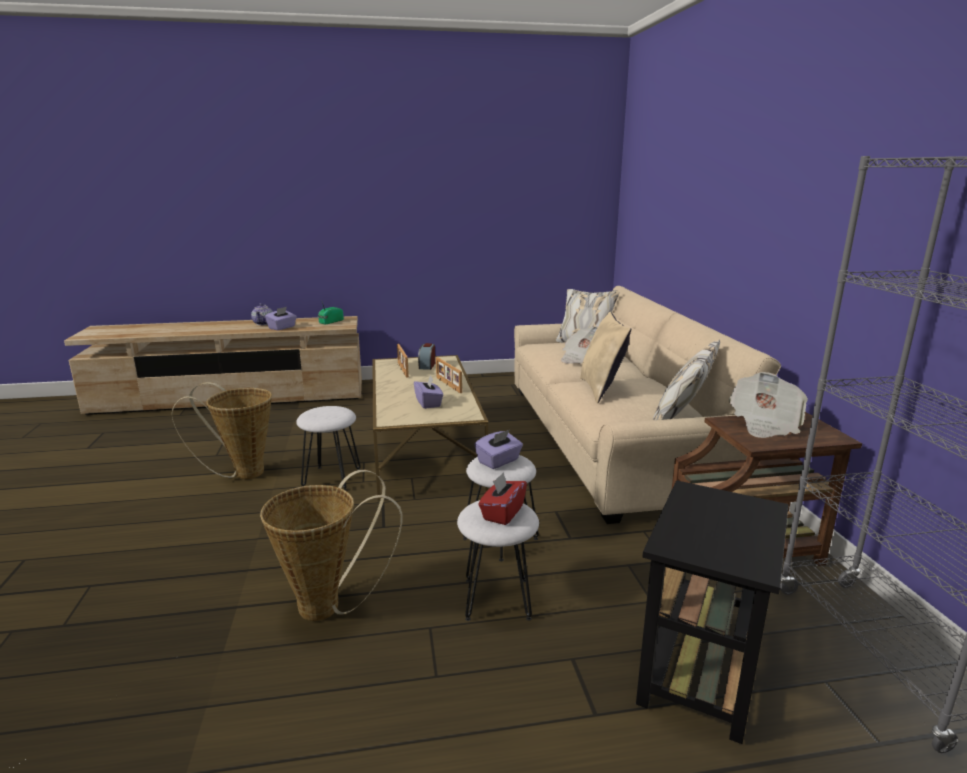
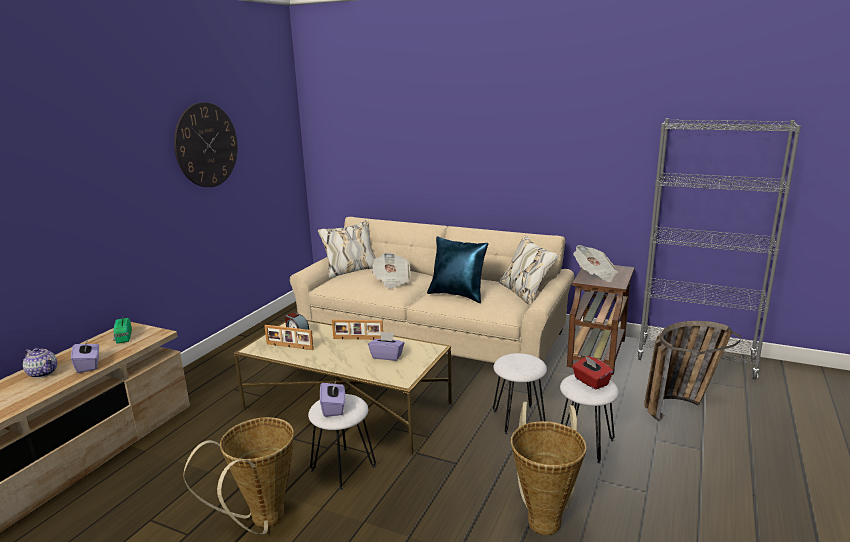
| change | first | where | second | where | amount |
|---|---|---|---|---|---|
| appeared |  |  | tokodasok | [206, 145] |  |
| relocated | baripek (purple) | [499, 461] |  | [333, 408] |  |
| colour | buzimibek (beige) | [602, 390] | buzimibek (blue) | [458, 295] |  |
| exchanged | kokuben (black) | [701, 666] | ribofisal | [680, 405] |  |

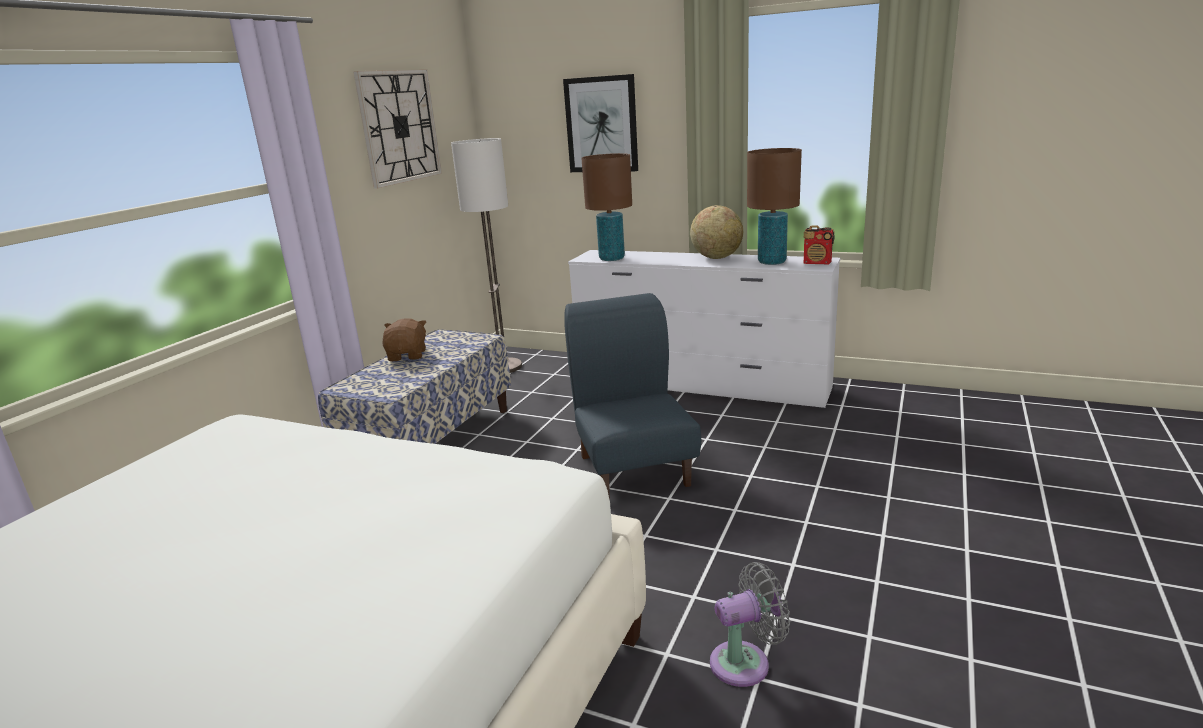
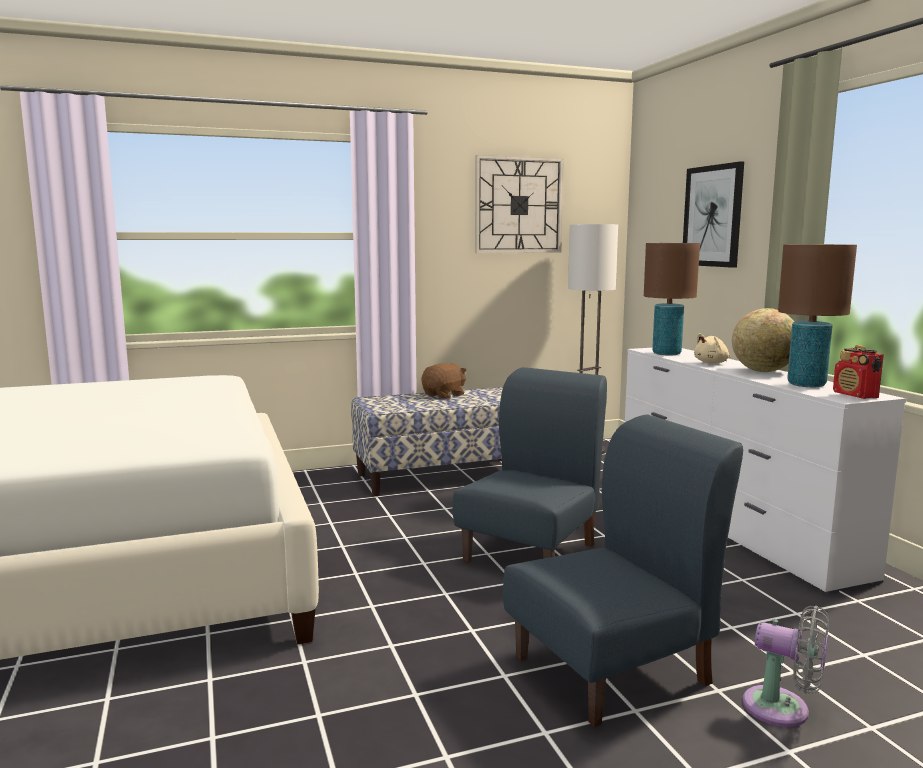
| change | first | where | second | where | amount |
|---|---|---|---|---|---|
| appeared |  |  | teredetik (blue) | [613, 670] |  |
| appeared |  |  | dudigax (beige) | [712, 363] |  |
| relocated | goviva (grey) | [745, 662] |  | [783, 709] |  |

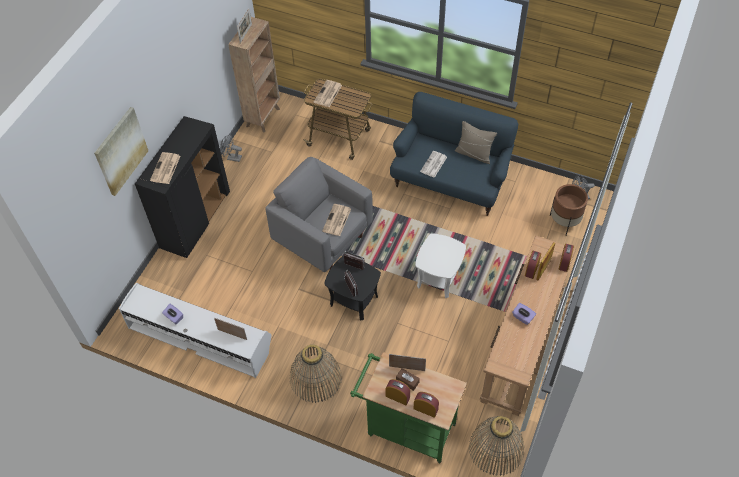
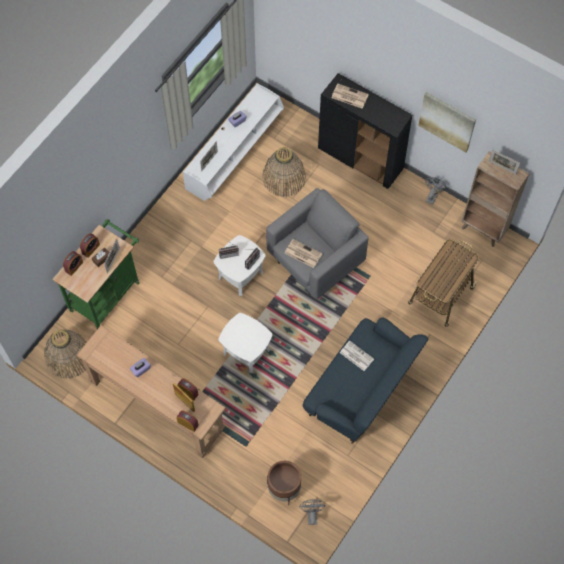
| change | first | where | second | where | amount |
|---|---|---|---|---|---|
| colour | kokuben (black) | [353, 300] | kokuben (white) | [240, 275] |  |
| relocated | ribofisal | [315, 378] |  | [284, 178] |  |
| relocated | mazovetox | [120, 151] |  | [447, 121] |  |
| missing | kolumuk | [328, 94] |  |  |  |
| missing | buzimibek (beige) | [474, 154] |  |  |  |

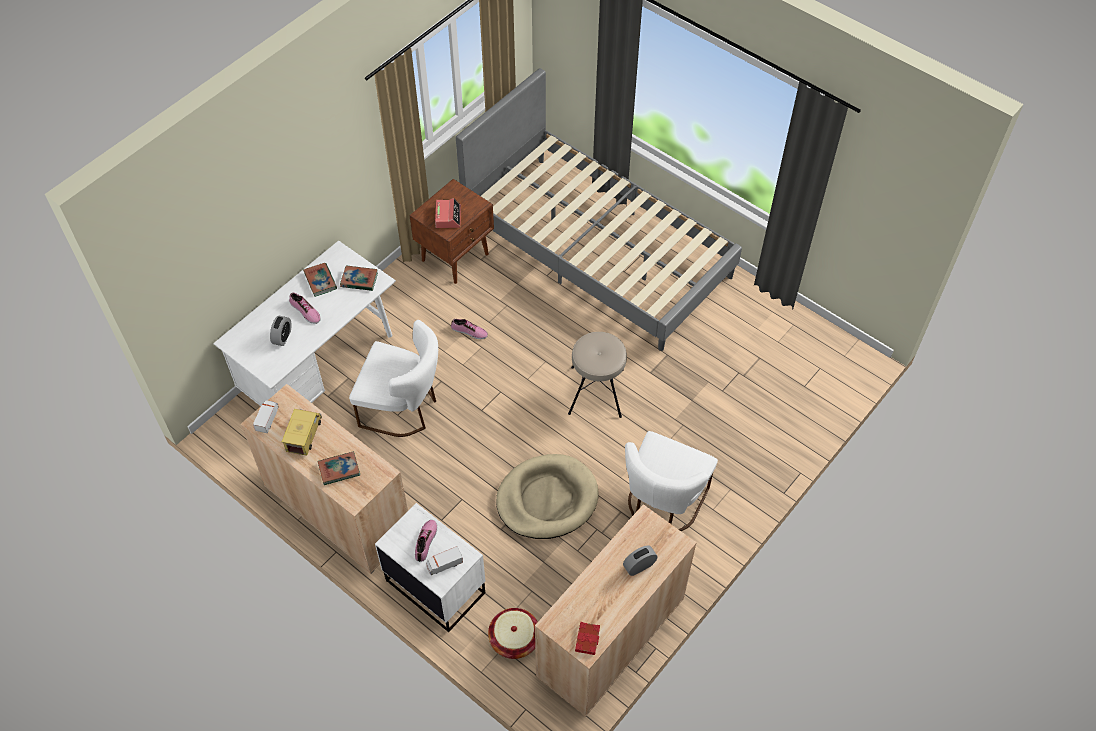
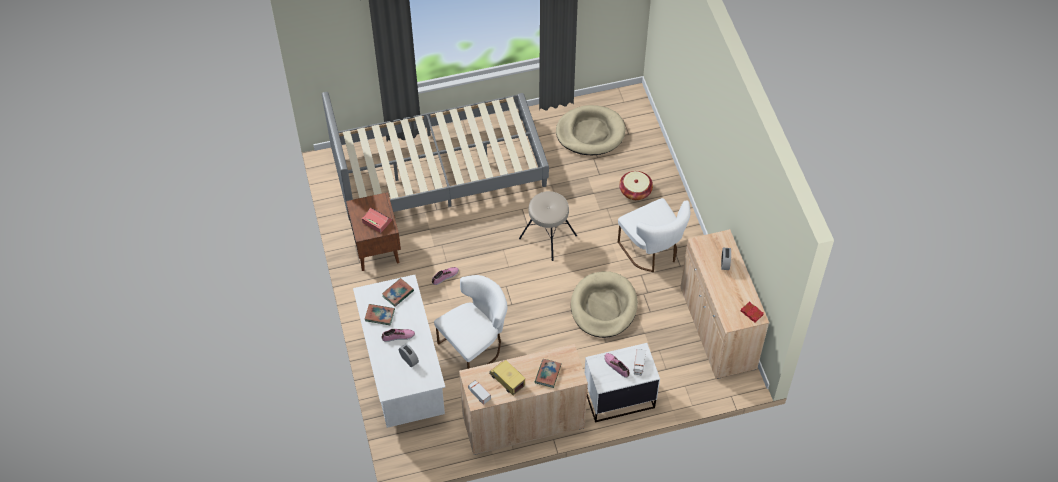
| change | first | where | second | where | amount |
|---|---|---|---|---|---|
| appeared |  |  | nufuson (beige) | [590, 133] |  |
| relocated | ribofisal | [514, 639] |  | [635, 191] |  |

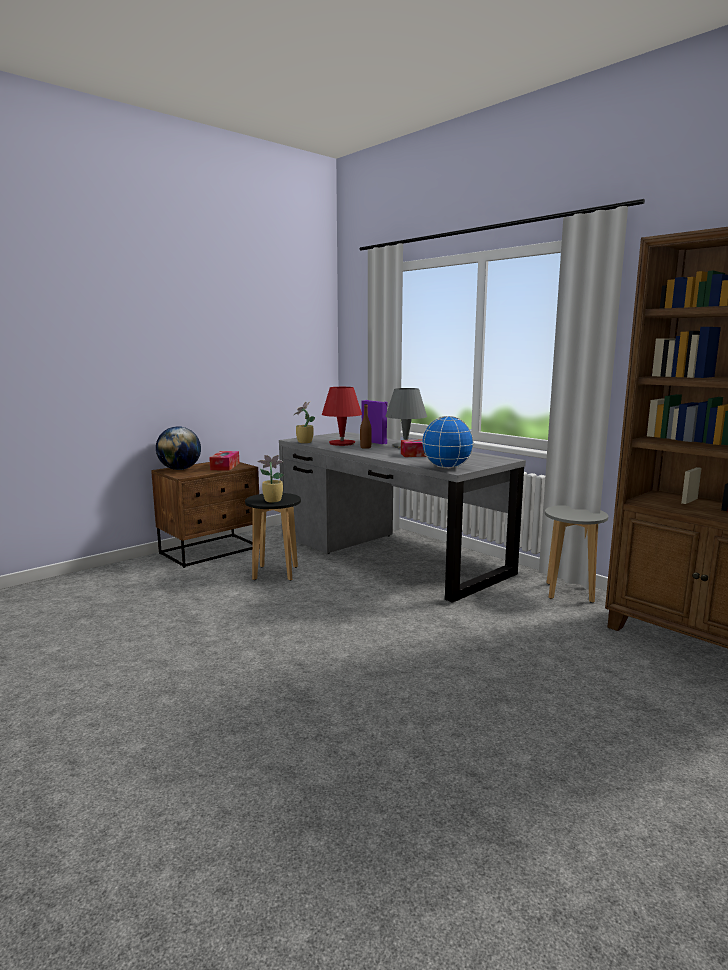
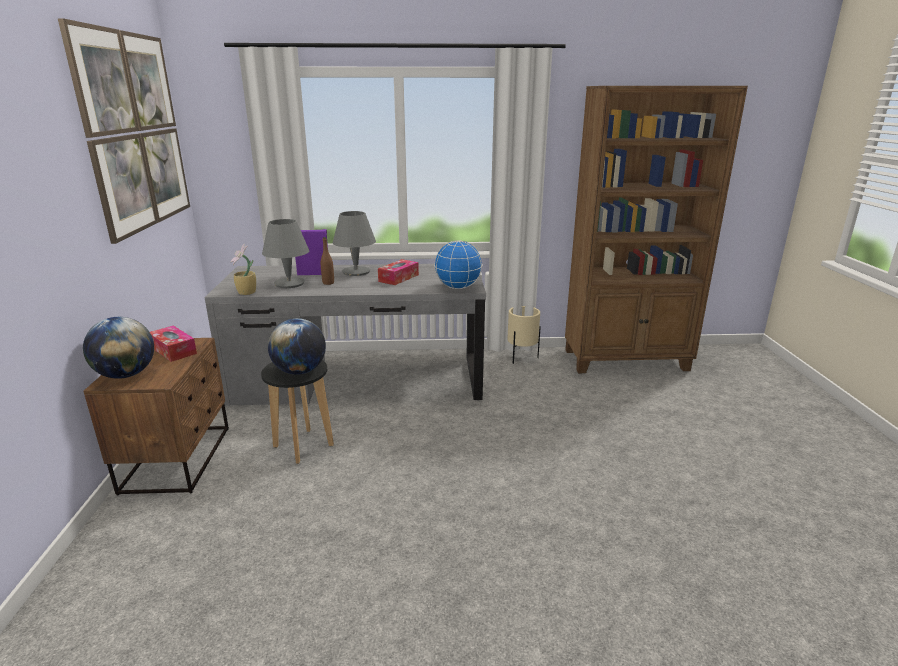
| change | first | where | second | where | amount |
|---|---|---|---|---|---|
| appeared |  |  | mazovetox | [134, 132] |  |
| colour | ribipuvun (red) | [341, 443] | ribipuvun (grey) | [289, 284] |  |
| exchanged | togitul | [272, 500] | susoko | [300, 371] |  |
| exchanged | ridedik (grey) | [569, 592] | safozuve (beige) | [521, 358] |  |

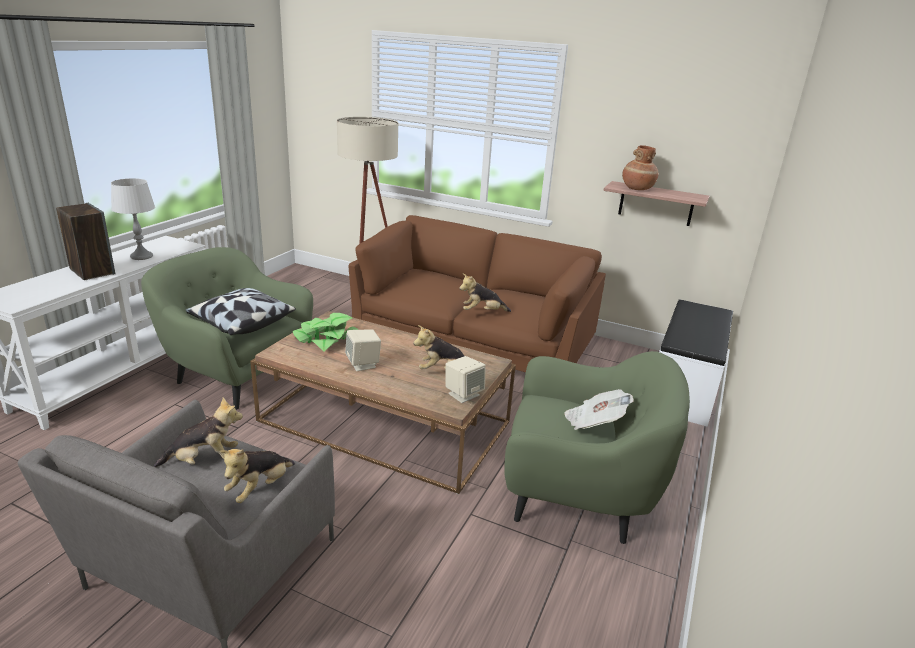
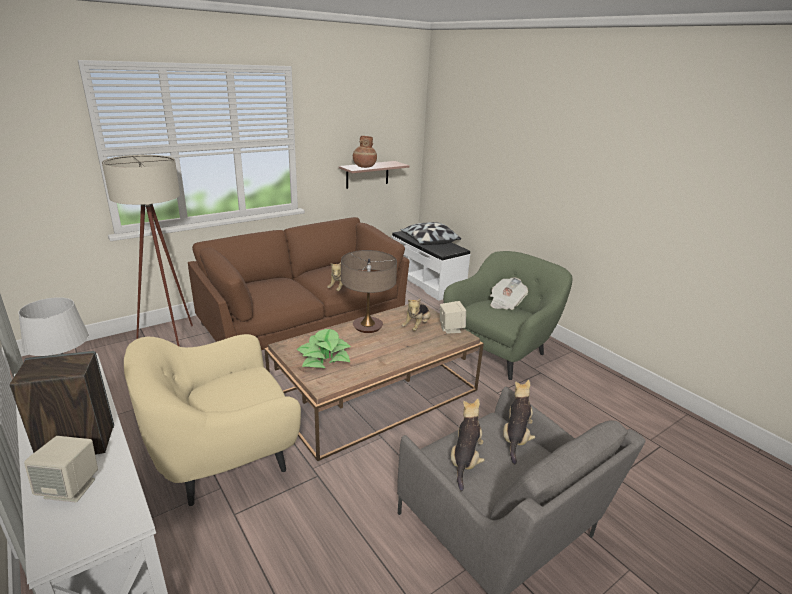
| change | first | where | second | where | amount |
|---|---|---|---|---|---|
| relocated | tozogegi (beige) | [363, 364] |  | [71, 488] |  |
| colour | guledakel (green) | [236, 376] | guledakel (beige) | [222, 458] |  |
| appeared |  |  | ribipuvun | [367, 326] |  |
| relocated | buzimibek | [241, 323] |  | [429, 242] |  |
| spun | dudigax | [259, 488] |  | [516, 438] | 135 degrees counterclockwise |

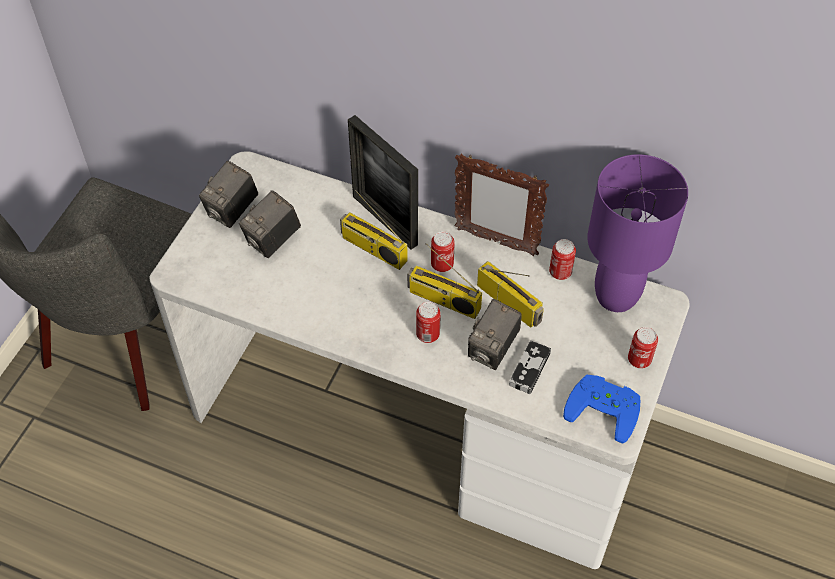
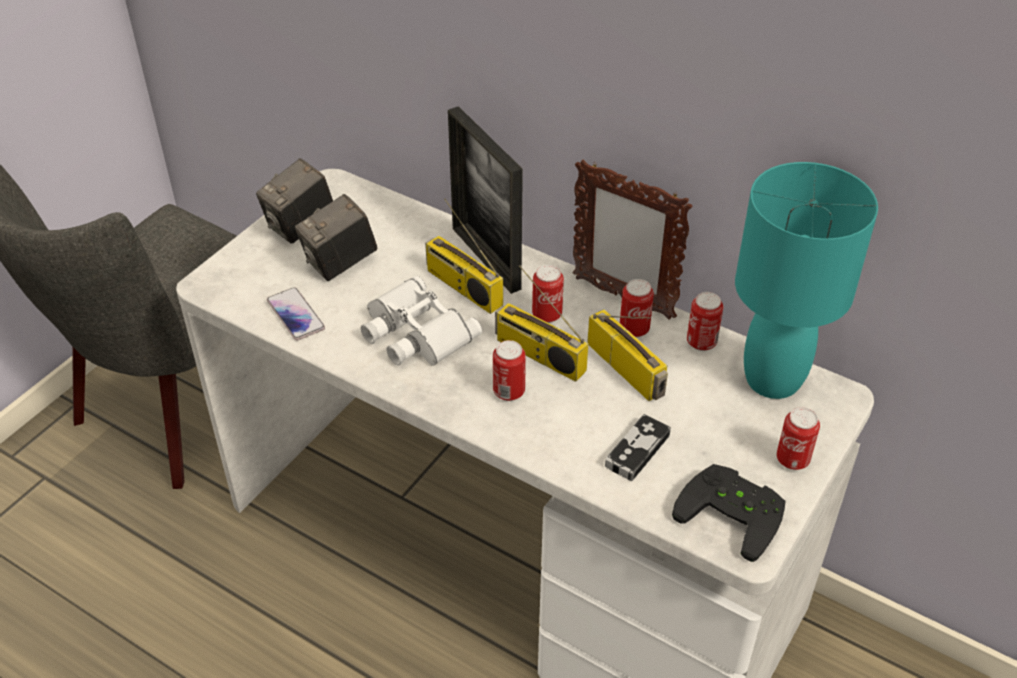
| change | first | where | second | where | amount |
|---|---|---|---|---|---|
| appeared |  |  | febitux | [296, 315] |  |
| appeared |  |  | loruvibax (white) | [414, 332] |  |
| appeared |  |  | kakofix | [634, 329] |  |
| colour | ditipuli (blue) | [605, 407] | ditipuli (black) | [734, 512] |  |
| colour | ribipuvun (purple) | [616, 296] | ribipuvun (turquoise) | [773, 379] |  |
| missing | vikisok | [493, 349] |  |  |  |

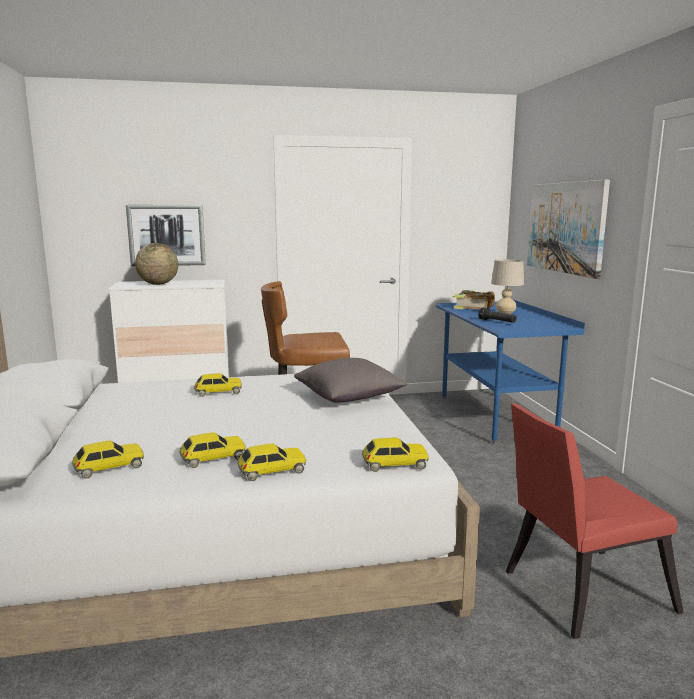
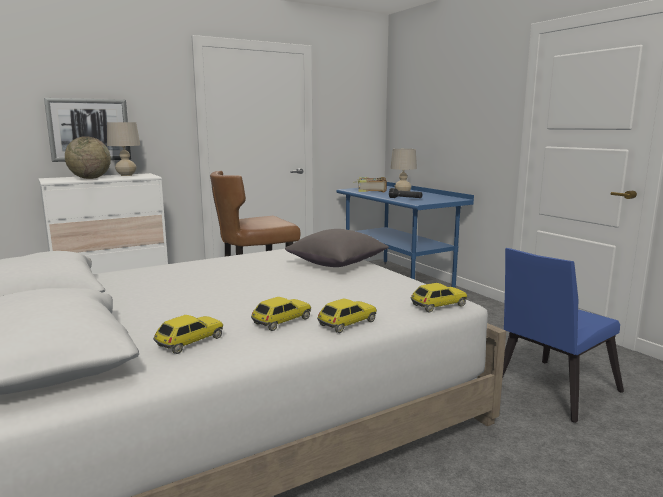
| change | first | where | second | where | amount |
|---|---|---|---|---|---|
| appeared |  |  | ribipuvun (beige) | [126, 175] |  |
| colour | teredetik (red) | [578, 591] | teredetik (blue) | [551, 391] |  |
| missing | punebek | [218, 392] |  |  |  |
| missing | mazovetox | [566, 227] |  |  |  |

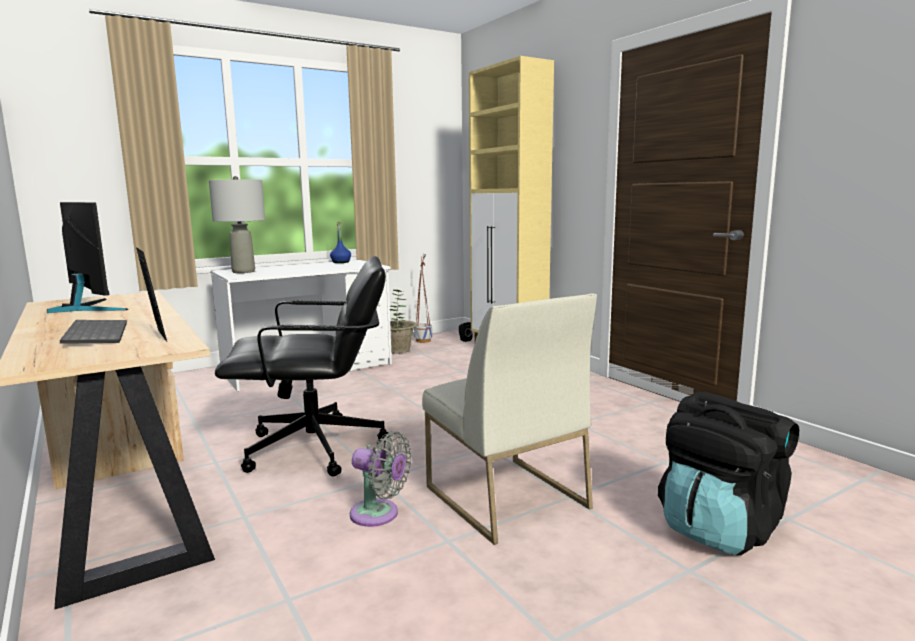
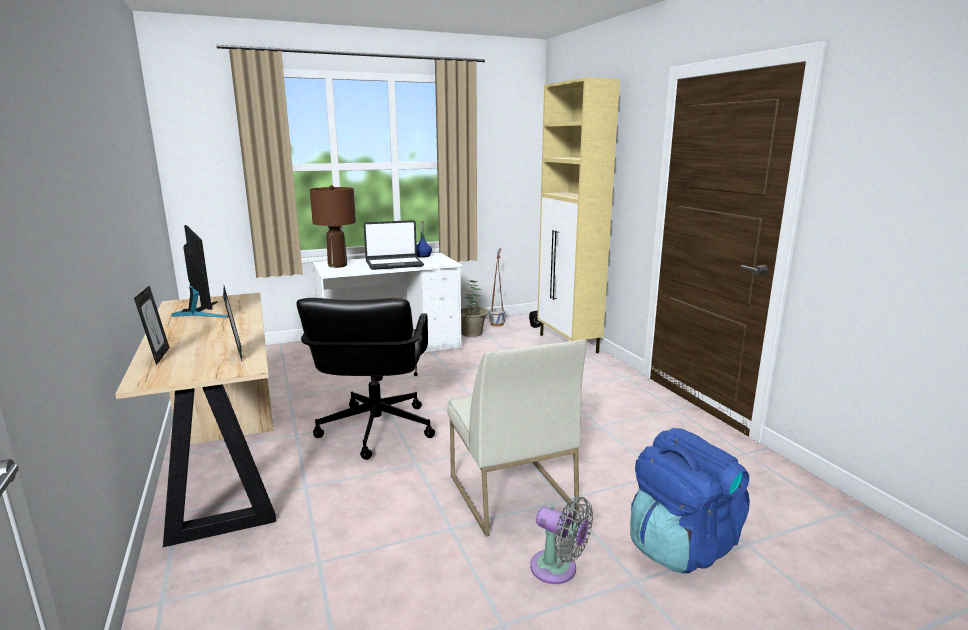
| change | first | where | second | where | amount |
|---|---|---|---|---|---|
| appeared |  |  | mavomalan | [158, 356] |  |
| spun | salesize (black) | [316, 448] |  | [375, 430] | 90 degrees clockwise |
| colour | ribipuvun (grey) | [243, 271] | ribipuvun (brown) | [337, 265] |  |
| appeared |  |  | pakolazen | [394, 264] |  |
| relocated | goviva (grey) | [379, 515] |  | [558, 569] |  |
| colour | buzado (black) | [720, 528] | buzado (blue) | [681, 545] |  |
| missing | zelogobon | [94, 334] |  |  |  |

